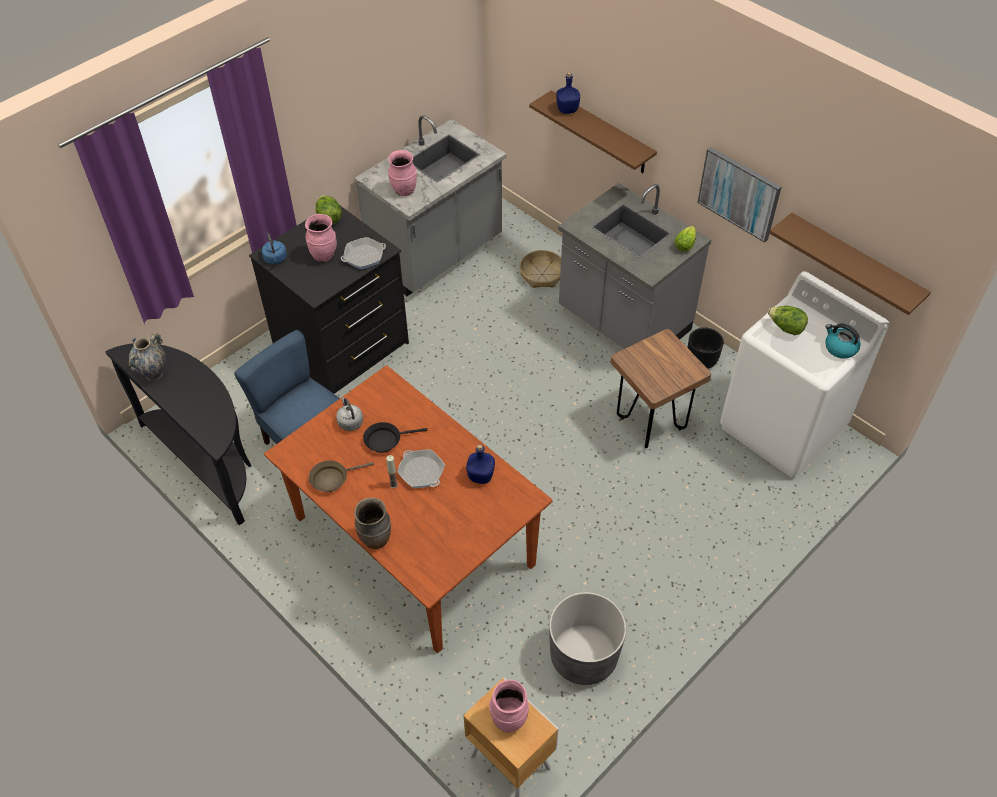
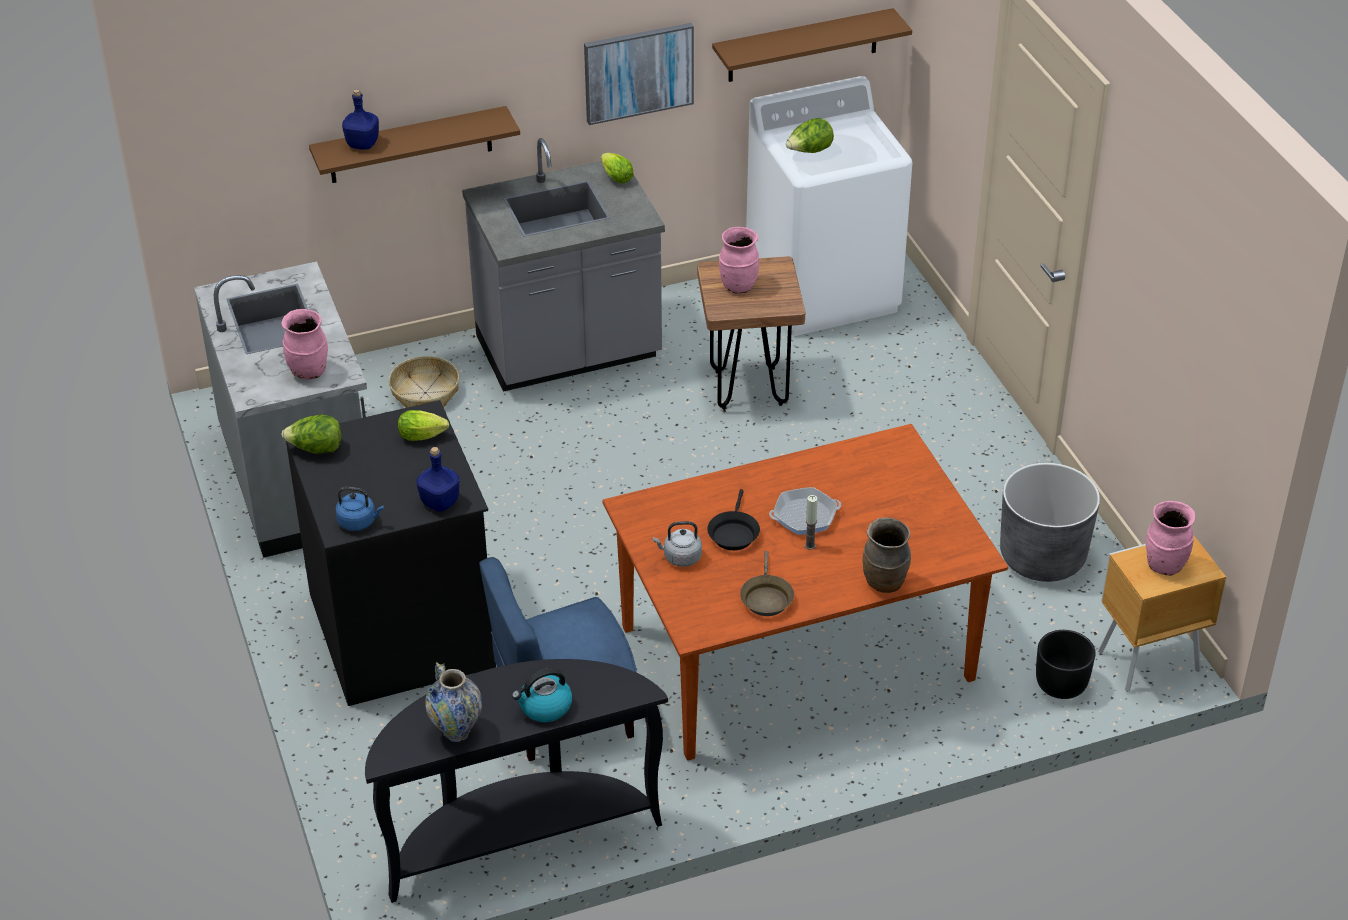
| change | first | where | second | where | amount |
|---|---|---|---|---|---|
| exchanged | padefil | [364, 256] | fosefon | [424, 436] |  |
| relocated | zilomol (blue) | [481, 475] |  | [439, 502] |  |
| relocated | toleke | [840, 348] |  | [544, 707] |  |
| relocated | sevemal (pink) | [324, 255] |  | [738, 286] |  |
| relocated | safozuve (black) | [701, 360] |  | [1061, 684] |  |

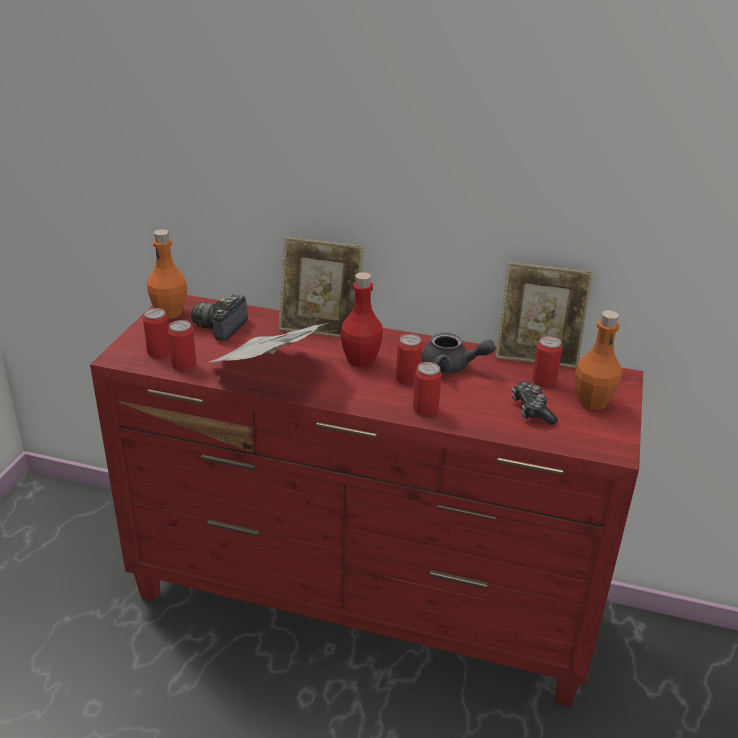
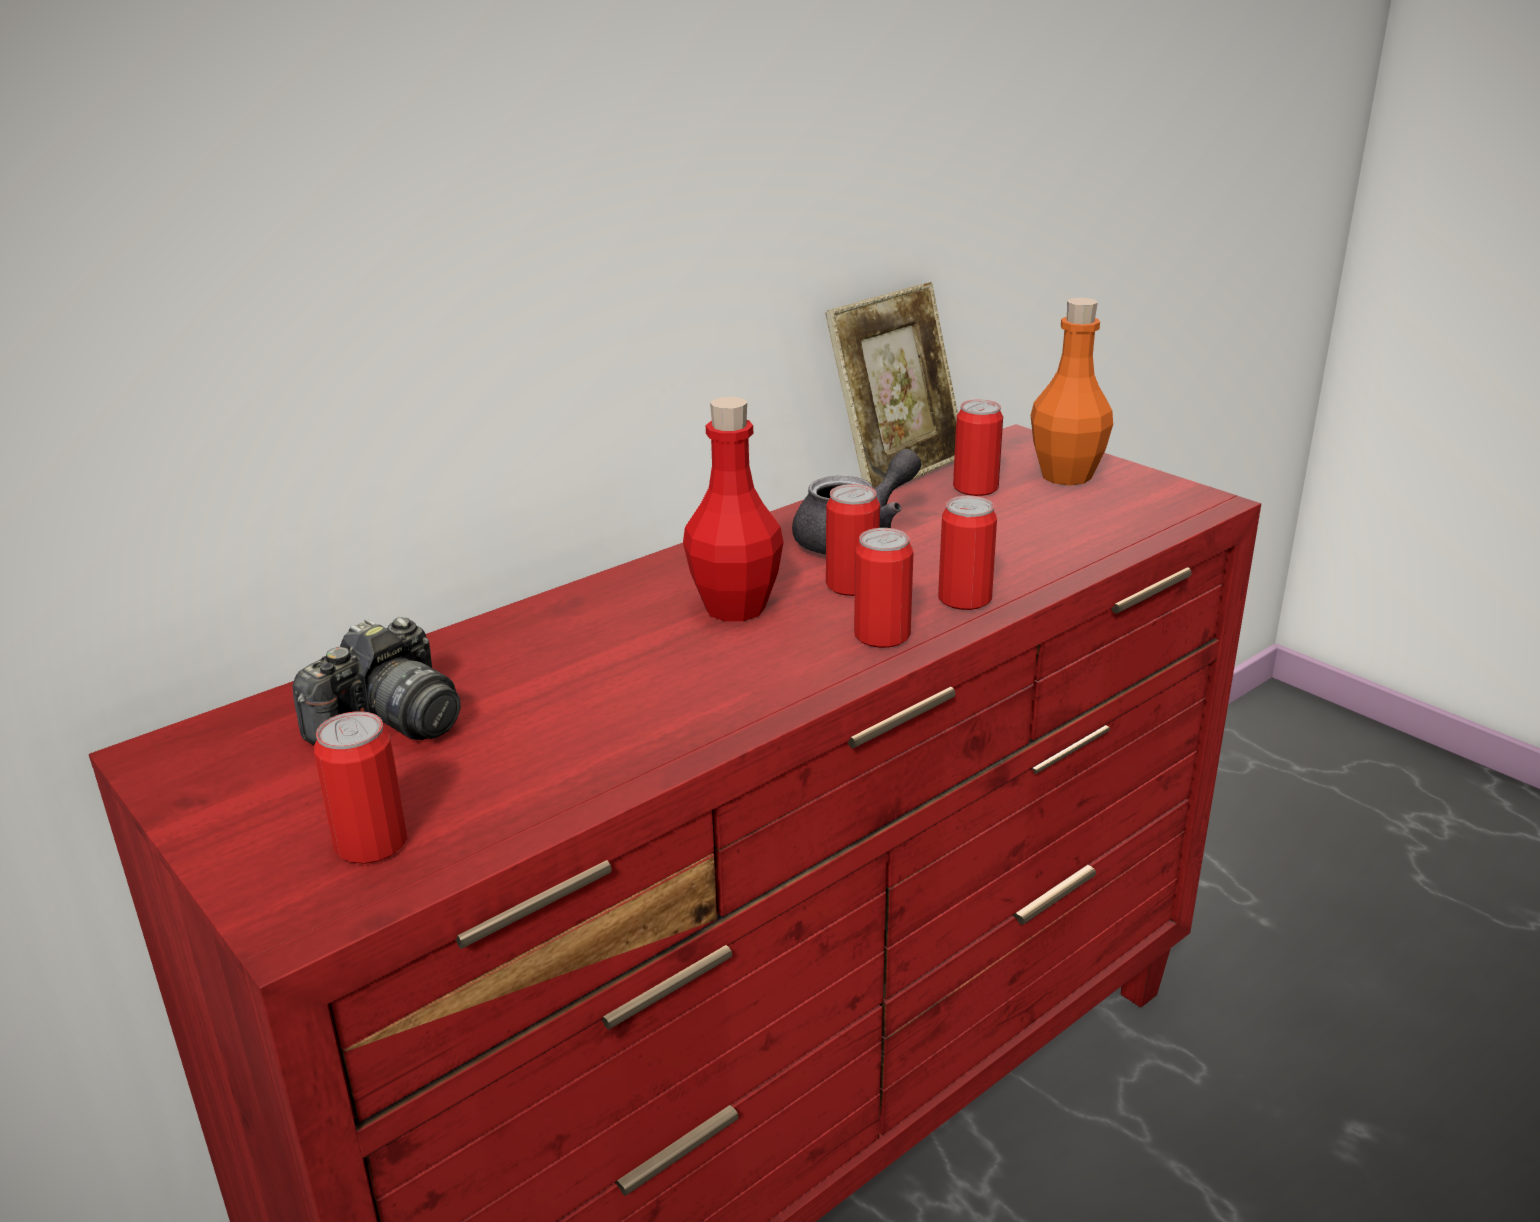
| change | first | where | second | where | amount |
|---|---|---|---|---|---|
| spun | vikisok | [222, 327] |  | [389, 722] | 105 degrees counterclockwise |
| relocated | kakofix | [184, 365] |  | [881, 635] |  |
| missing | zilomol (orange) | [170, 313] |  |  |  |
| missing | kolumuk | [269, 370] |  |  |  |
| missing | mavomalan | [320, 327] |  |  |  |
| missing | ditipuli | [532, 410] |  |  |  |

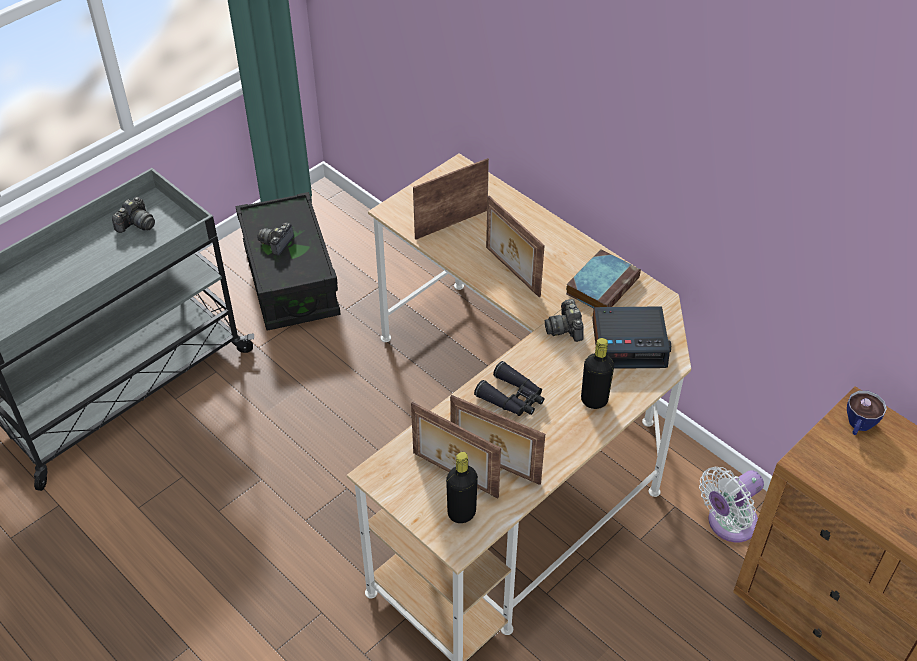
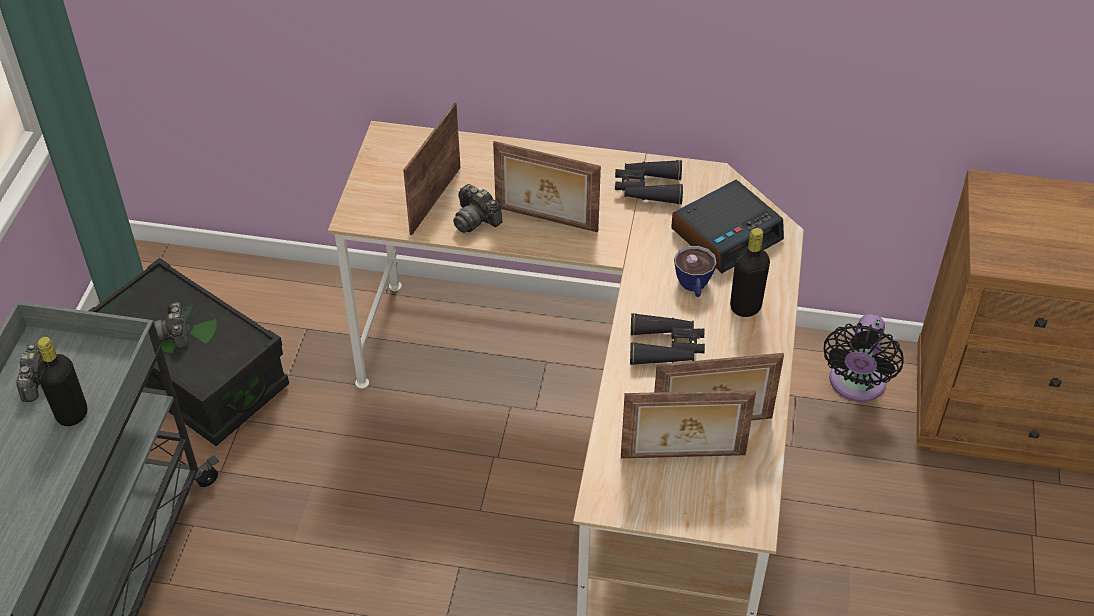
| change | first | where | second | where | amount |
|---|---|---|---|---|---|
| relocated | zilomol (black) | [461, 513] |  | [72, 414] |  |
| relocated | vikisok | [565, 328] |  | [475, 219] |  |
| exchanged | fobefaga | [602, 285] | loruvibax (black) | [647, 188] |  |
| relocated | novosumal | [858, 426] |  | [693, 287] |  |
| colour | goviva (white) | [728, 524] | goviva (black) | [855, 385] |  |

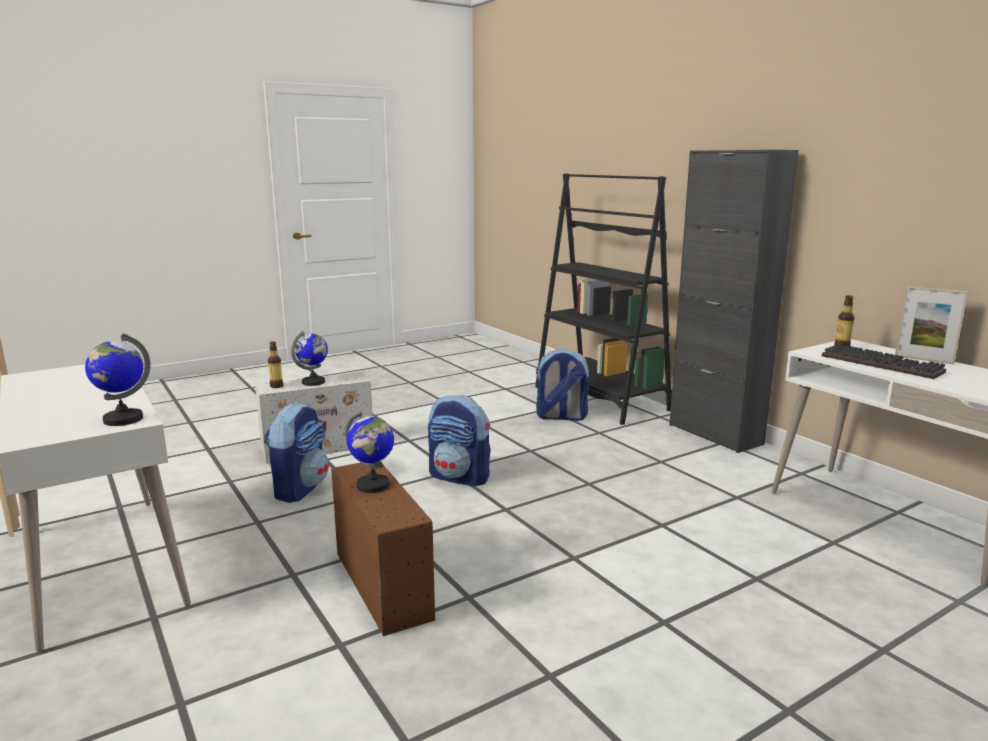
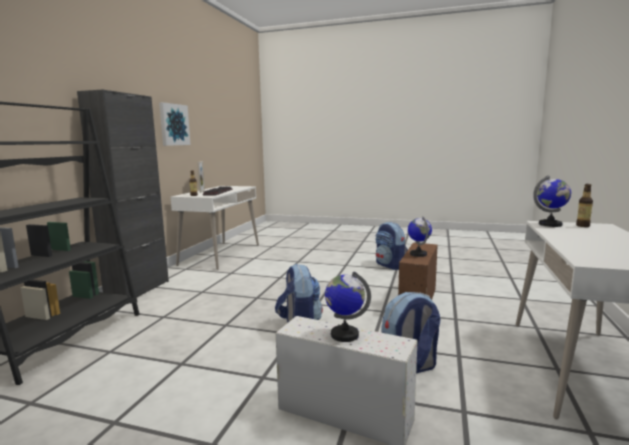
| change | first | where | second | where | amount |
|---|---|---|---|---|---|
| appeared |  |  | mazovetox | [174, 124] |  |
| relocated | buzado | [560, 417] |  | [390, 265] |  |
| relocated | zilomol | [276, 386] |  | [583, 226] |  |

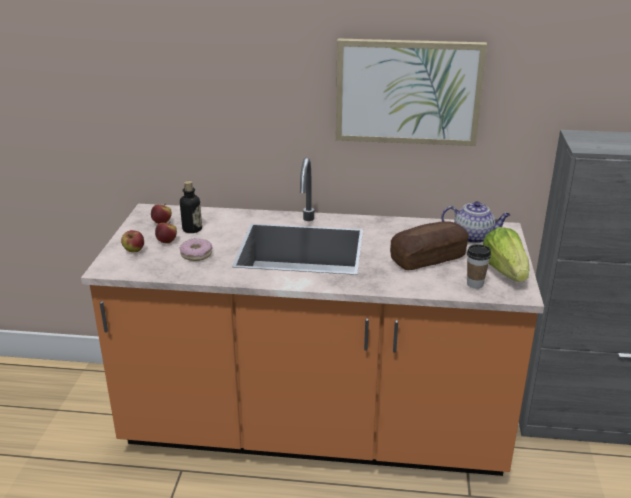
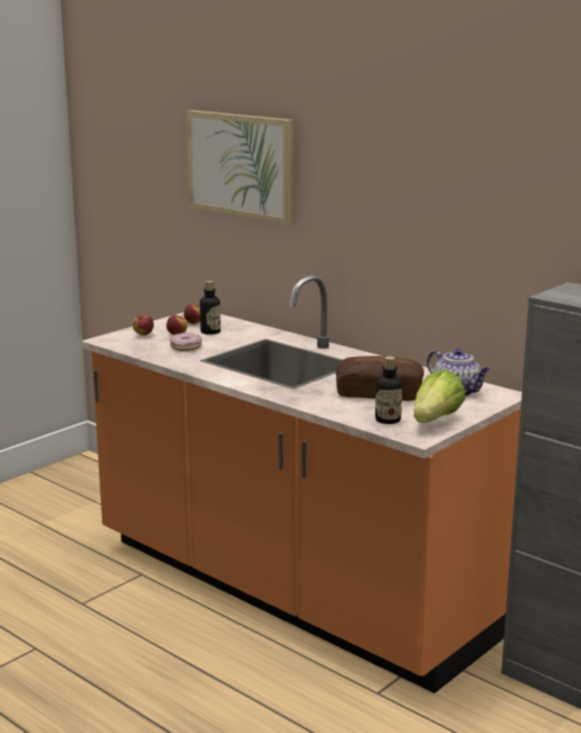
| change | first | where | second | where | amount |
|---|---|---|---|---|---|
| relocated | mazovetox | [408, 92] |  | [241, 165] |  |
| exchanged | novosumal | [475, 284] | zilomol | [388, 420] |  |

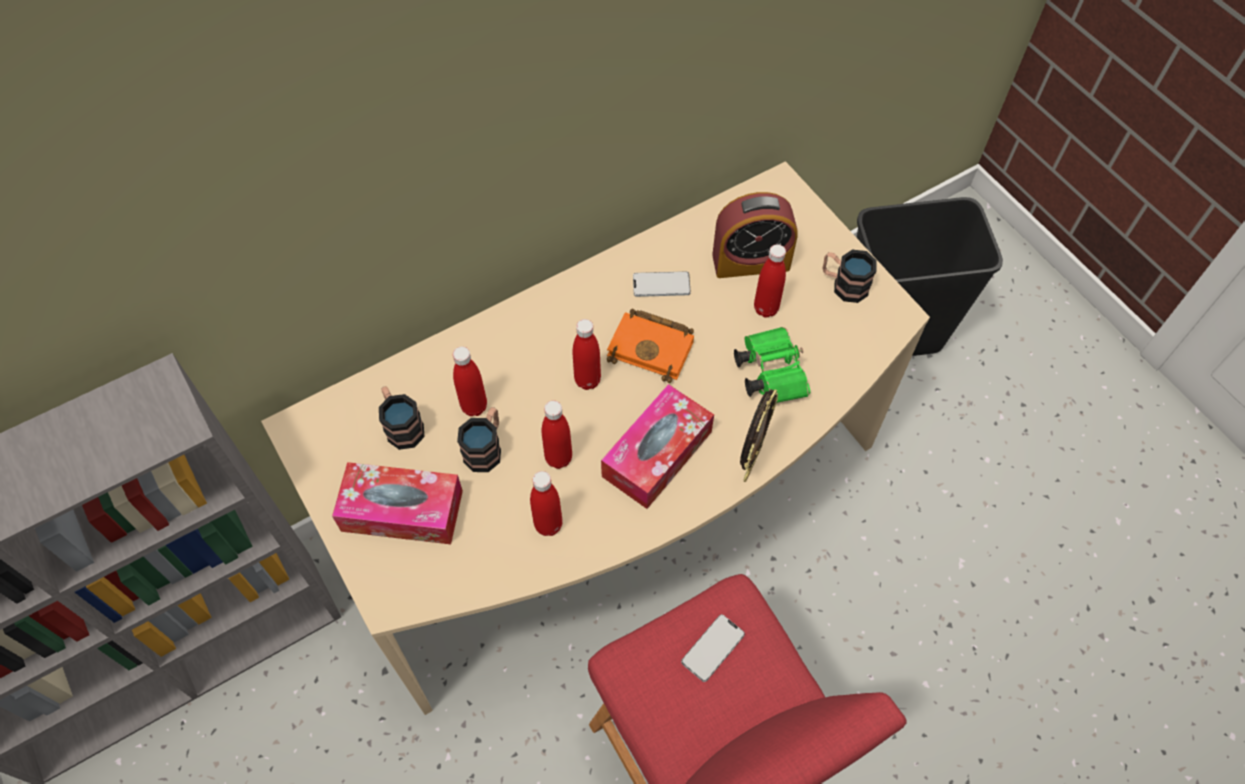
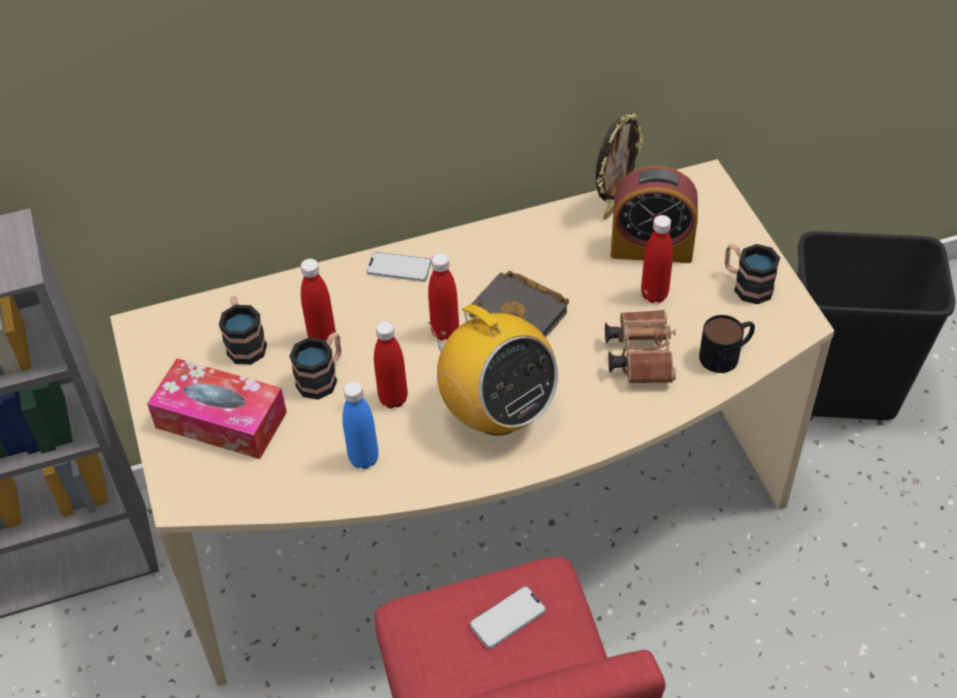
| change | first | where | second | where | amount |
|---|---|---|---|---|---|
| colour | zilomol (red) | [548, 525] | zilomol (blue) | [364, 459] |  |
| relocated | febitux | [661, 285] |  | [399, 268] |  |
| exchanged | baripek | [657, 454] | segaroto | [497, 412] |  |
| colour | fobefaga (orange) | [653, 347] | fobefaga (black) | [523, 312] |  |
| relocated | mavomalan | [751, 462] |  | [614, 206] |  |
| colour | loruvibax (green) | [769, 372] | loruvibax (brown) | [640, 355] |  |
| appeared |  |  | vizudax | [727, 354] |  |

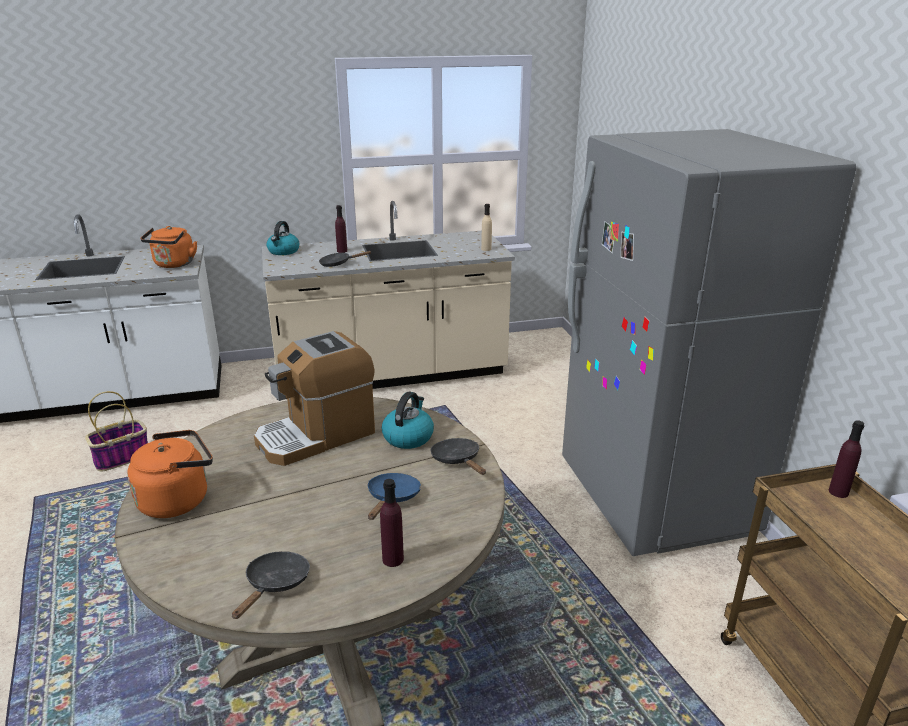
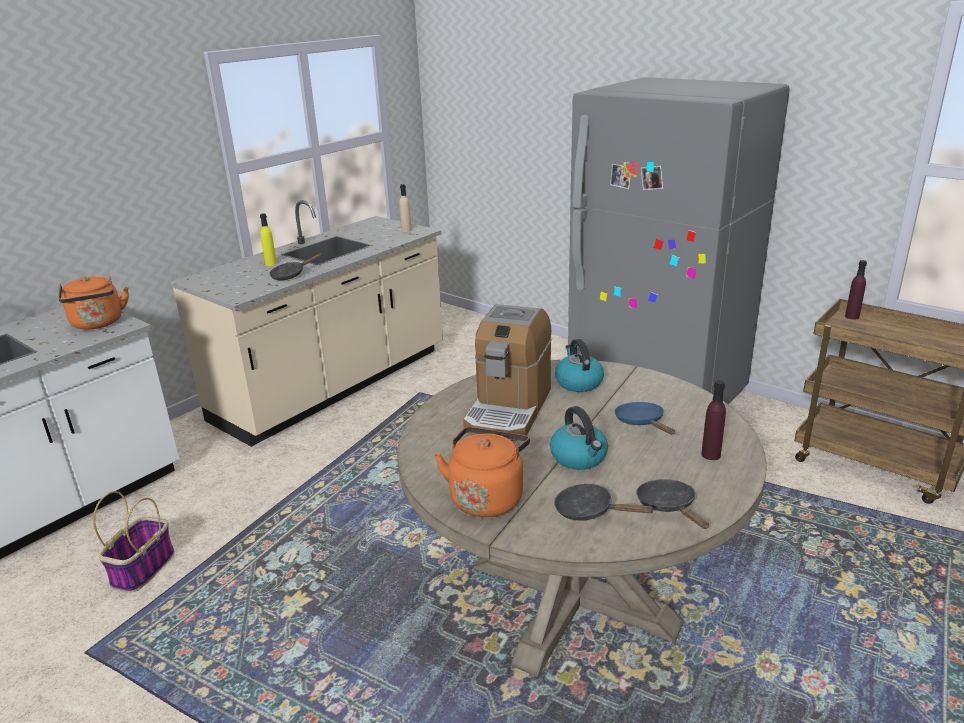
| change | first | where | second | where | amount |
|---|---|---|---|---|---|
| colour | zilomol (purple) | [342, 251] | zilomol (yellow) | [271, 264] |  |
| relocated | toleke | [283, 251] |  | [579, 457] |  |
| relocated | padefil (black) | [458, 460] |  | [589, 511] |  |

